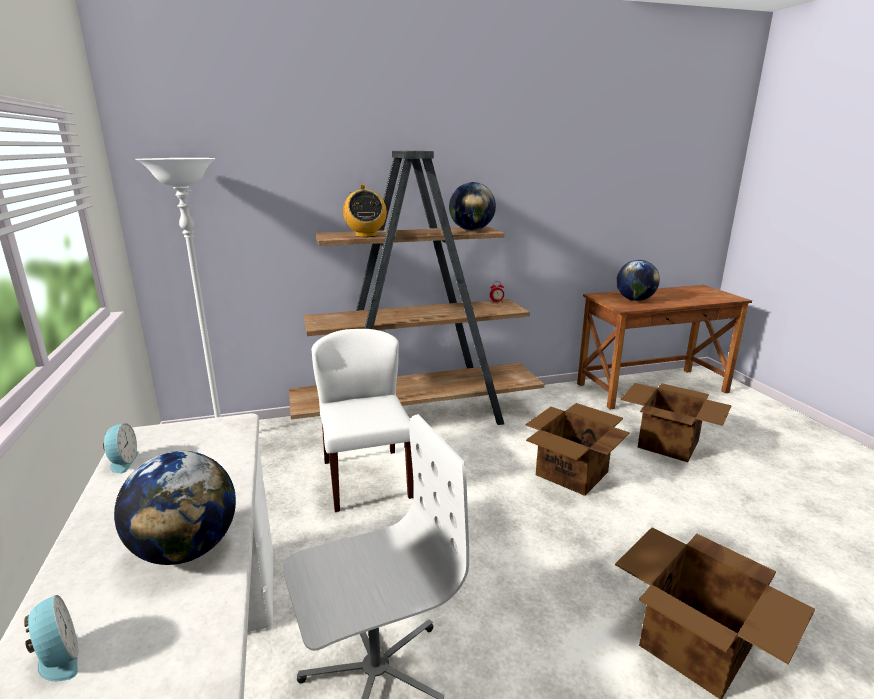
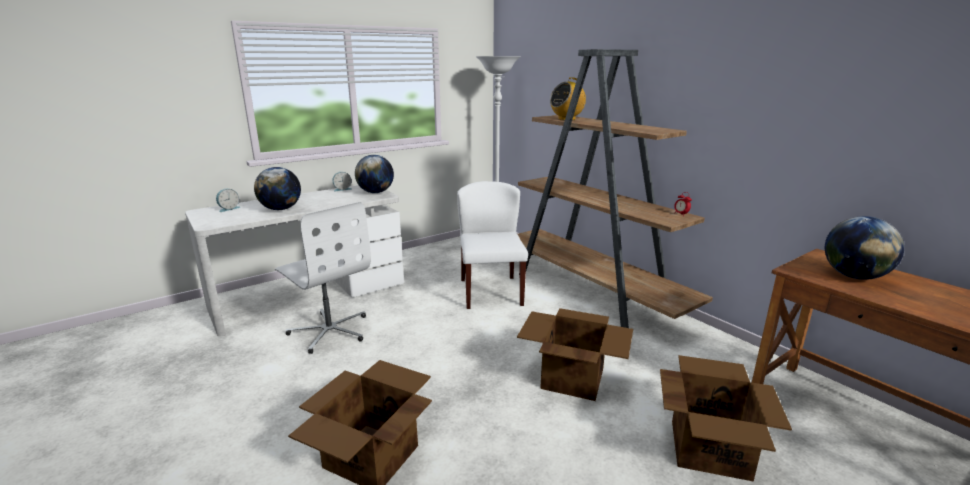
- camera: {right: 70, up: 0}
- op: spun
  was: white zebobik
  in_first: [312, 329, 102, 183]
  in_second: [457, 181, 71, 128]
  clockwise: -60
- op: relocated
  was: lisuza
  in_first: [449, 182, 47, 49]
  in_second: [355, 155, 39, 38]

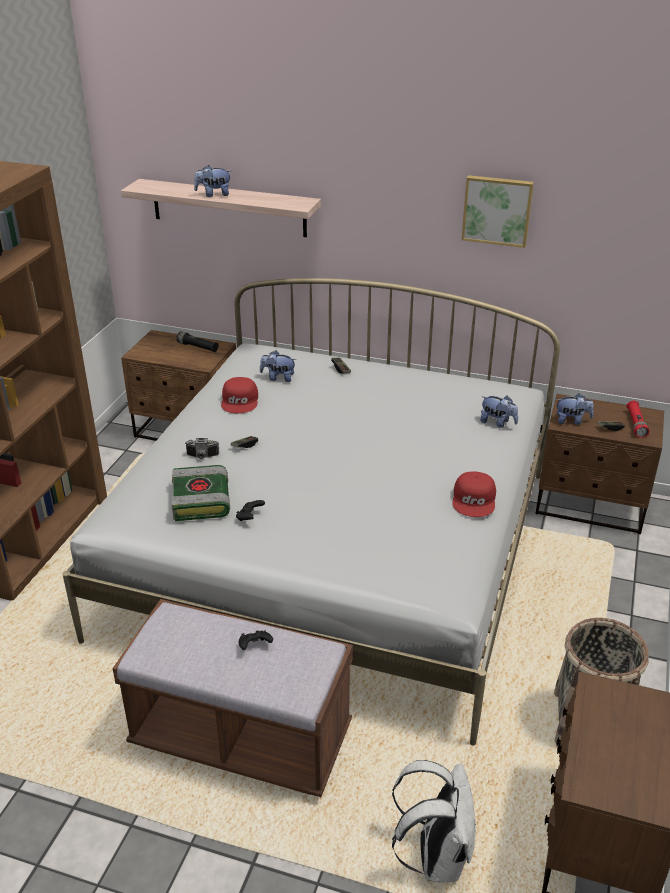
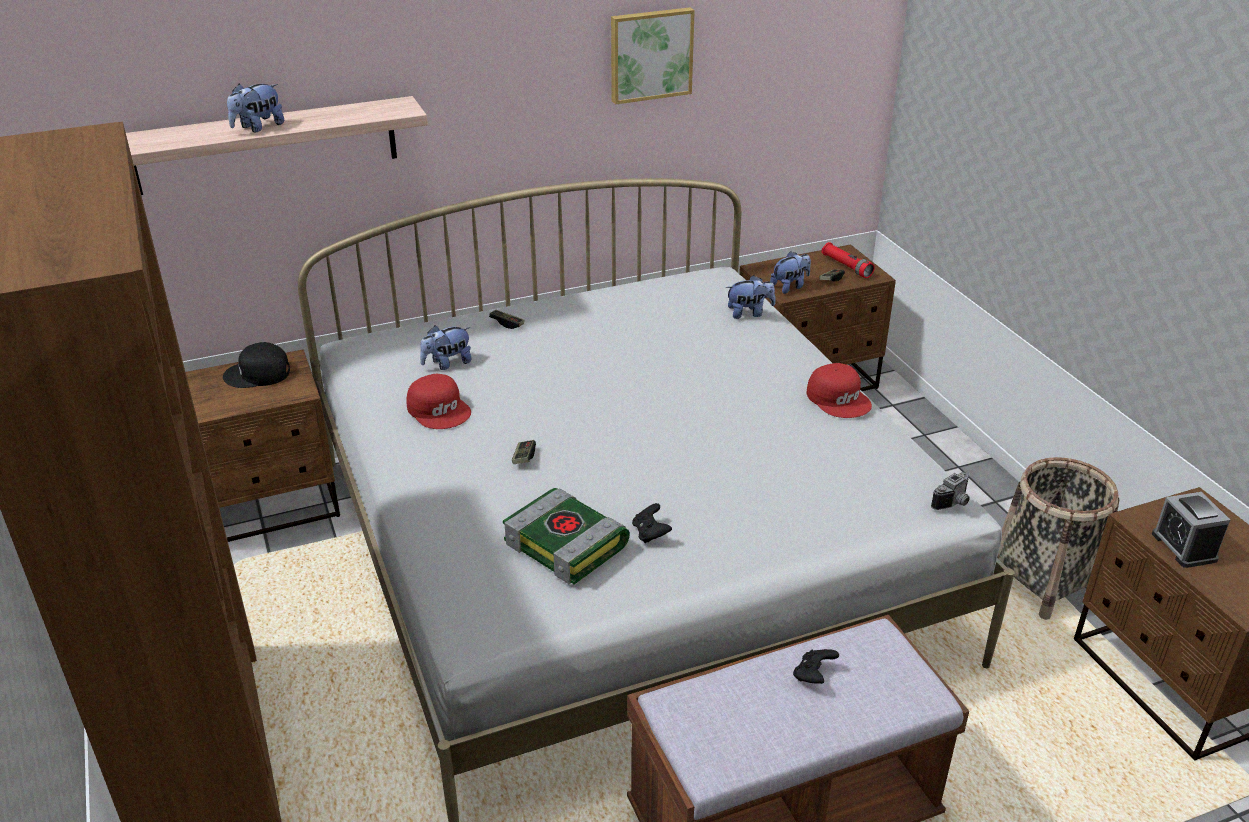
- camera: {right: -40, up: 0}
- op: exchanged
  was: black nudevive
  now: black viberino
  in_first: [176, 332, 43, 20]
  in_second: [223, 342, 67, 46]
- op: relocated
  was: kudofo
  in_first: [185, 438, 34, 21]
  in_second: [931, 472, 39, 38]
- op: missing
  was: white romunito
  in_first: [392, 760, 84, 122]
- op: appeared
  now: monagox
  in_second: [1152, 492, 78, 76]

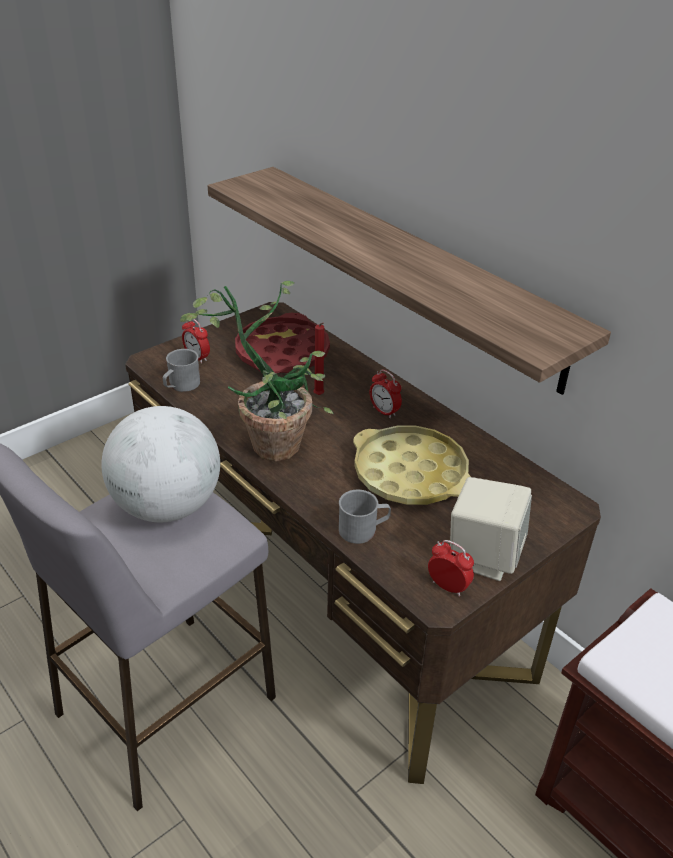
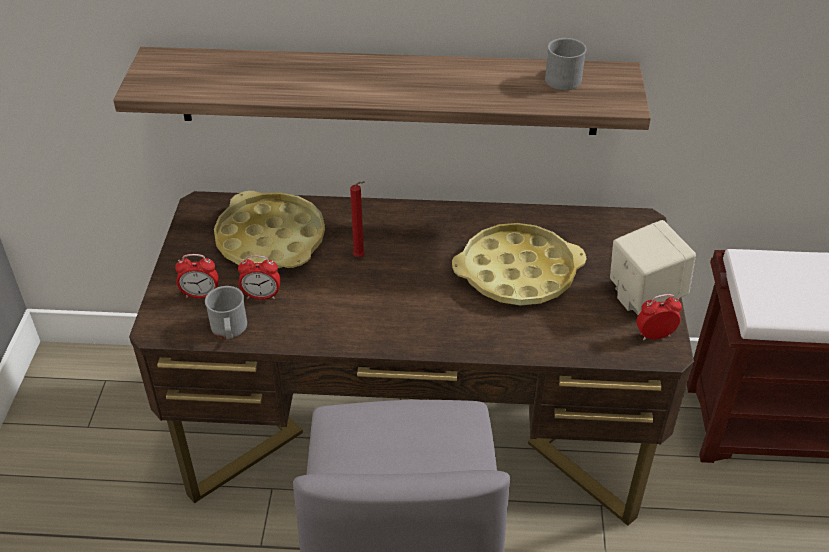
- camera: {right: -45, up: 5}
- op: missing
  was: lisuza
  in_first: [101, 406, 119, 116]
- op: missing
  was: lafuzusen
  in_first: [180, 281, 154, 180]
- op: colour
  was: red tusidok
  now: yellow tusidok
  in_first: [235, 313, 95, 60]
  in_second: [214, 191, 111, 77]
- op: relocated
  was: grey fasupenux
  in_first: [339, 490, 52, 54]
  in_second: [545, 38, 42, 52]
- op: relocated
  was: monagox
  in_first: [370, 369, 32, 49]
  in_second: [238, 255, 42, 45]

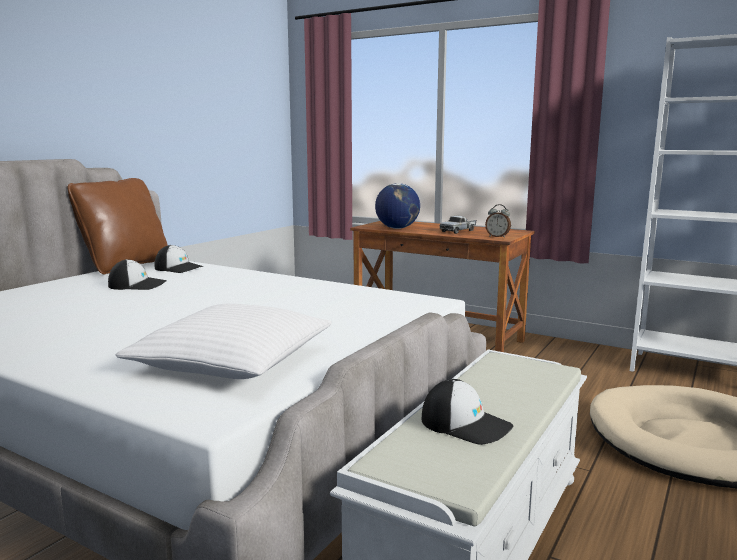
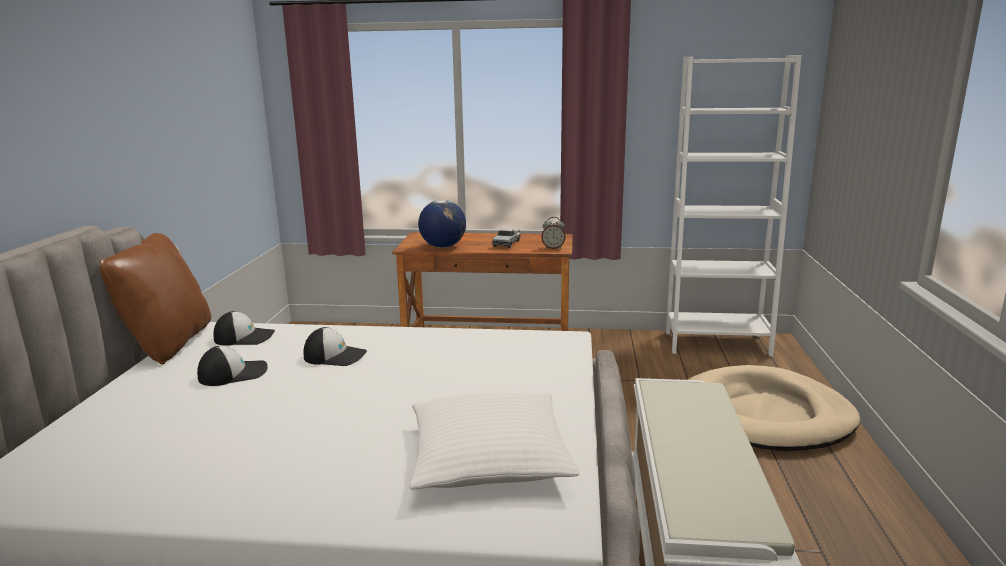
- camera: {right: -25, up: 5}
- op: relocated
  was: viberino
  in_first: [422, 379, 91, 66]
  in_second: [303, 327, 64, 39]

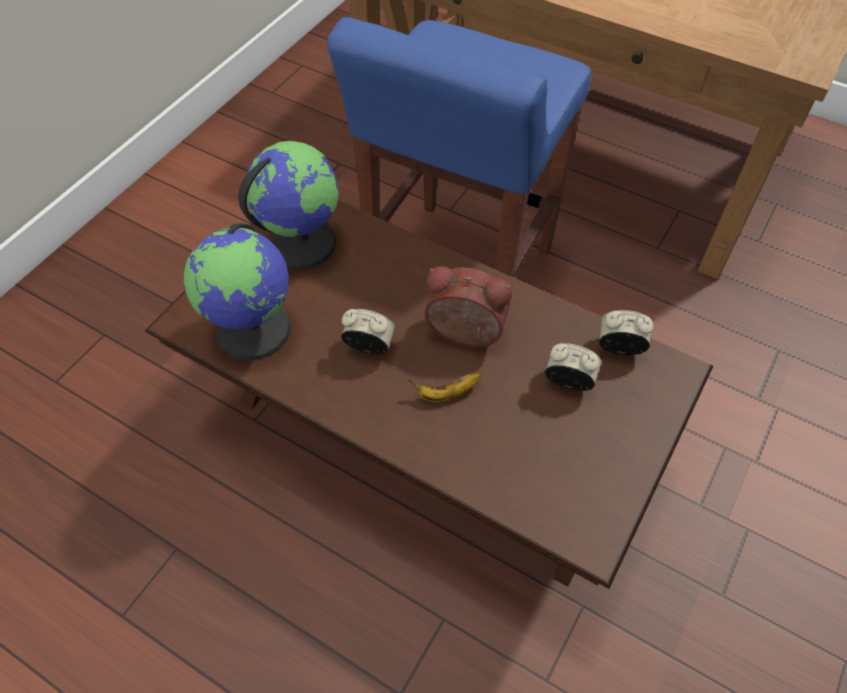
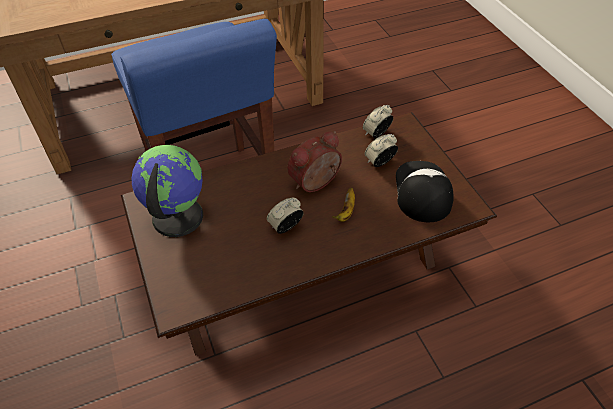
- camera: {right: -55, up: -5}
- op: missing
  was: lisuza
  in_first: [184, 223, 107, 138]
- op: appeared
  now: viberino
  in_second: [396, 161, 58, 62]

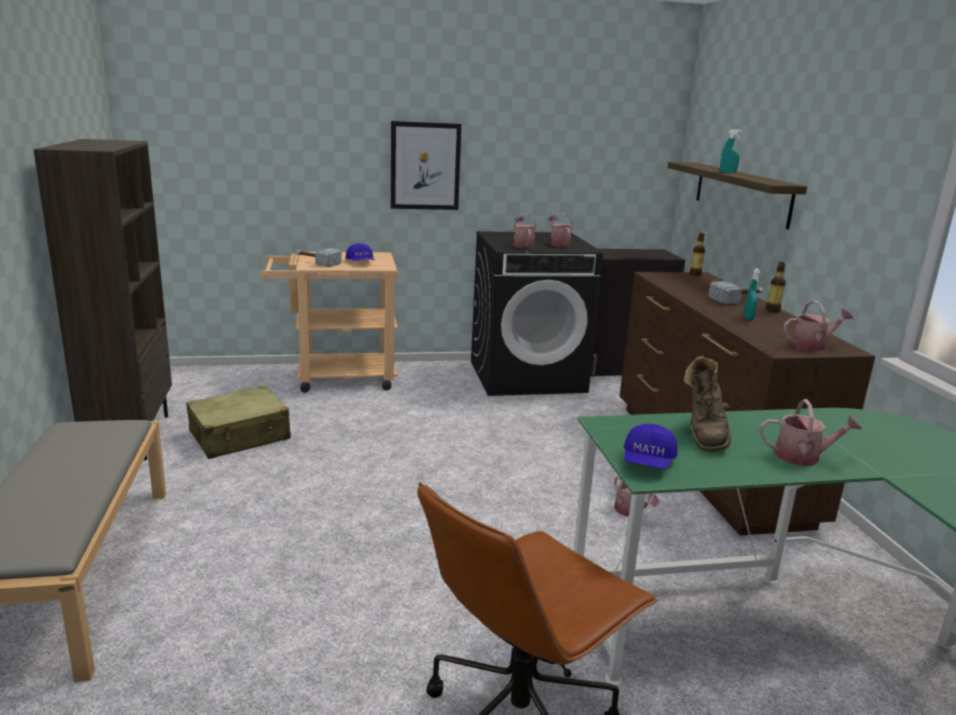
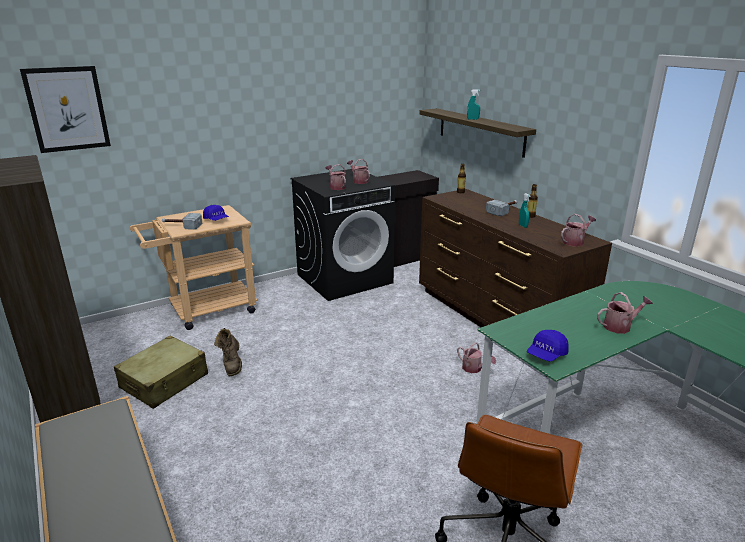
- camera: {right: -20, up: 5}
- op: relocated
  was: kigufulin
  in_first: [391, 121, 70, 89]
  in_second: [20, 66, 91, 87]
- op: spun
  was: blue viberino
  in_first: [624, 424, 54, 45]
  in_second: [527, 330, 42, 31]
  clockwise: 45
- op: relocated
  was: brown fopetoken
  in_first: [684, 356, 47, 96]
  in_second: [214, 328, 28, 48]

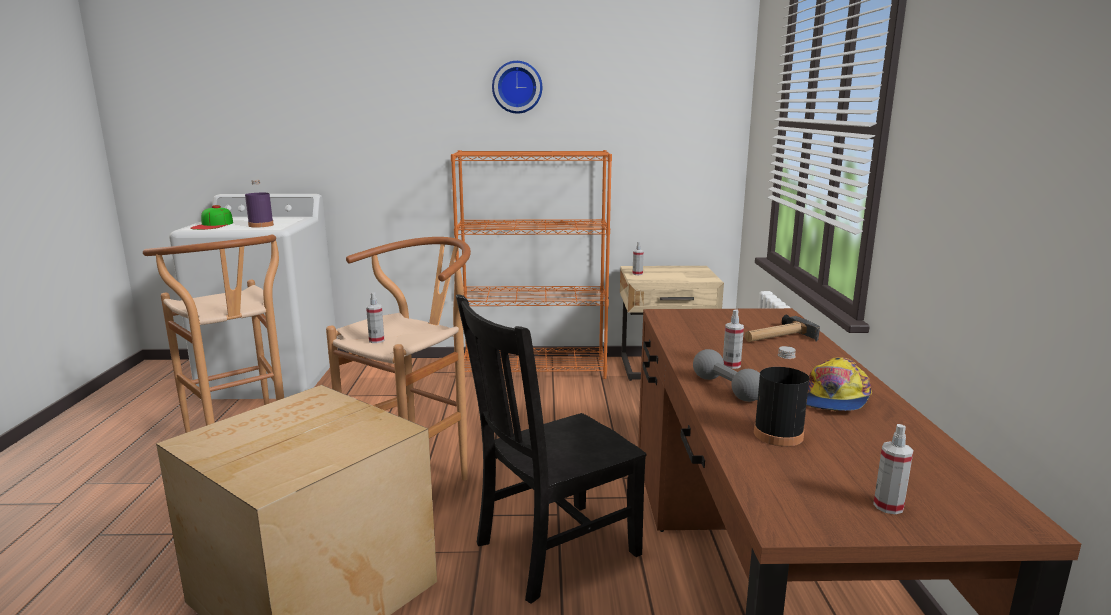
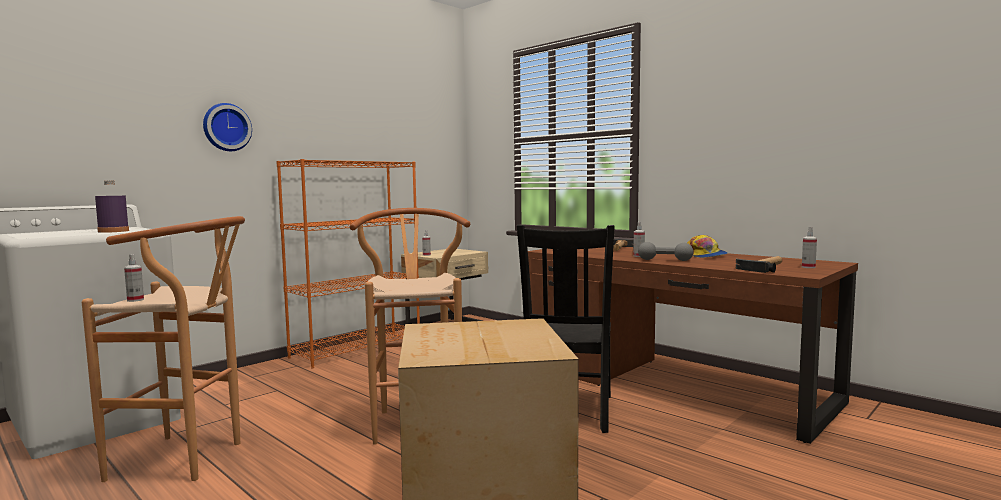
- camera: {right: -45, up: -10}
- op: missing
  was: viberino
  in_first: [190, 205, 43, 25]
- op: relocated
  was: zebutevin
  in_first: [366, 292, 18, 51]
  in_second: [124, 254, 20, 48]
- op: relocated
  was: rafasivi
  in_first: [492, 61, 50, 53]
  in_second: [203, 103, 49, 48]
- op: missing
  was: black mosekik
  in_first: [754, 346, 55, 100]
- op: appeared
  now: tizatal
  in_second: [736, 256, 46, 17]

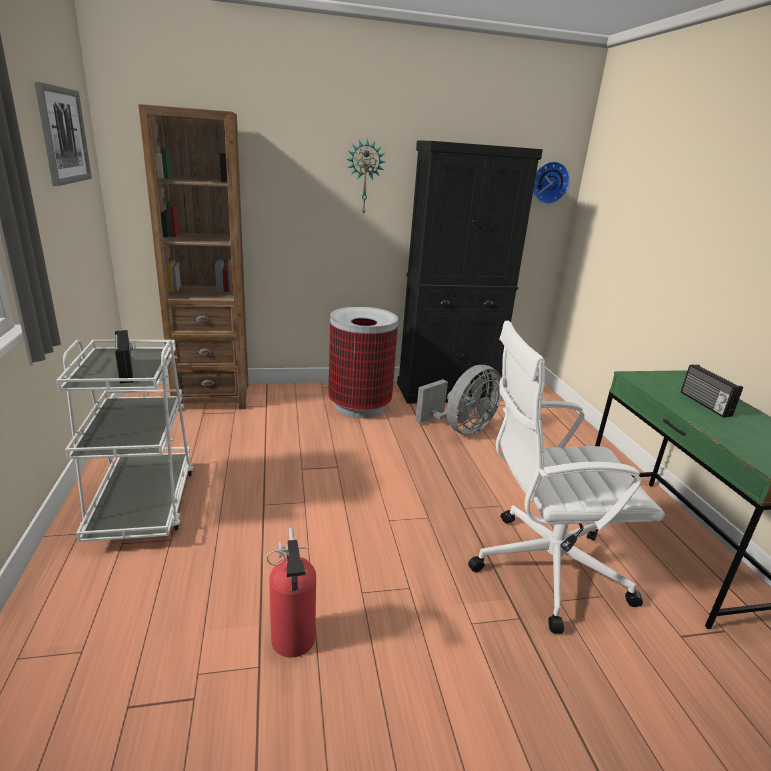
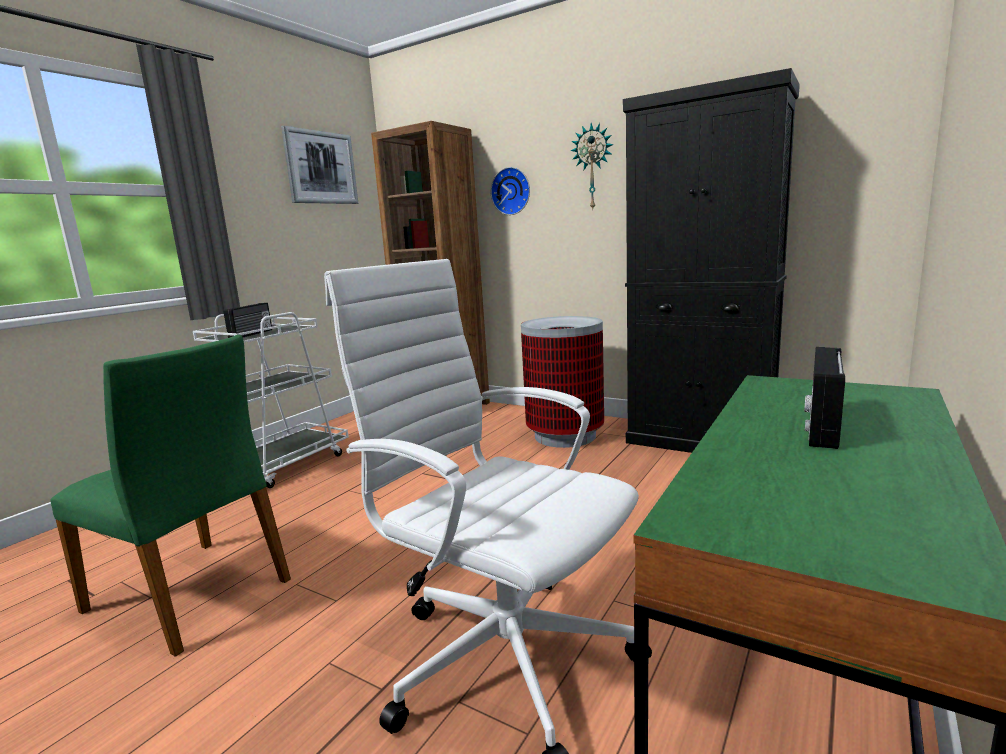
- camera: {right: 45, up: -10}
- op: exchanged
  was: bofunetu
  now: green zebobik
  in_first: [266, 528, 50, 129]
  in_second: [50, 335, 241, 322]
- op: missing
  was: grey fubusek
  in_first: [415, 365, 86, 70]
- op: relocated
  was: rafasivi
  in_first: [533, 161, 37, 43]
  in_second: [491, 167, 39, 48]

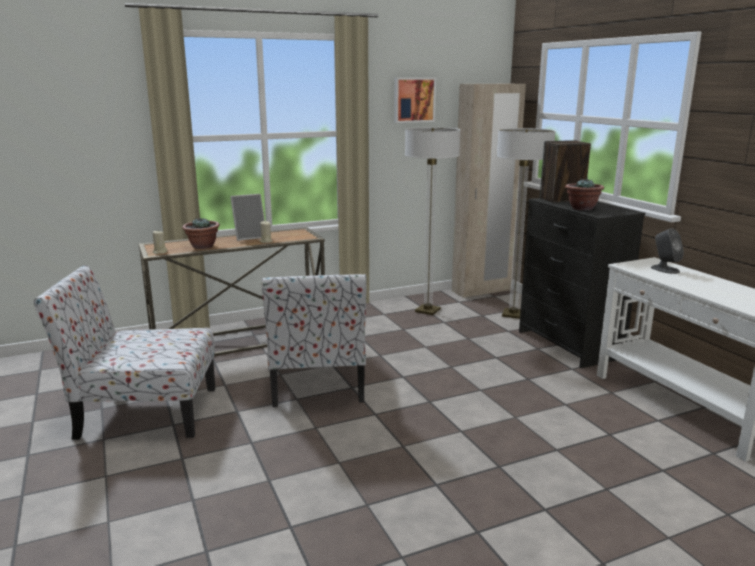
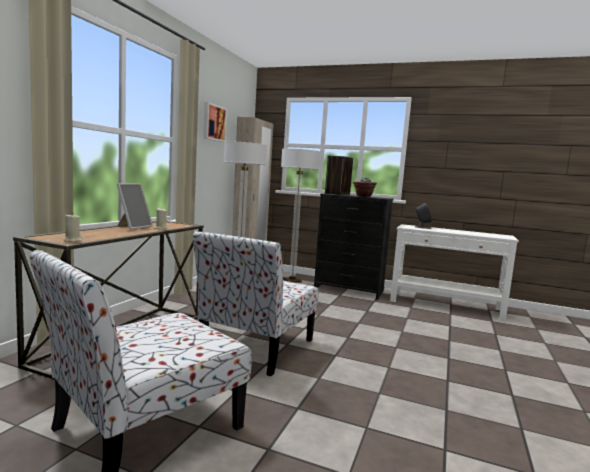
- camera: {right: -45, up: -10}
- op: missing
  was: lafuzusen
  in_first: [182, 218, 38, 31]
- op: spun
  was: zebobik
  in_first: [262, 274, 105, 133]
  in_second: [193, 231, 126, 145]
  clockwise: 75

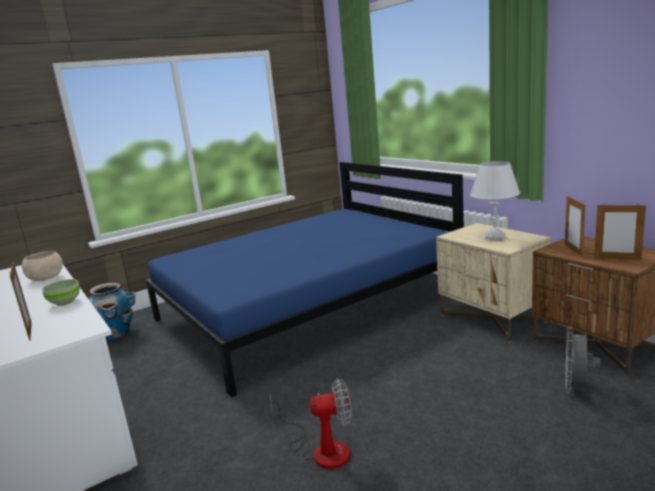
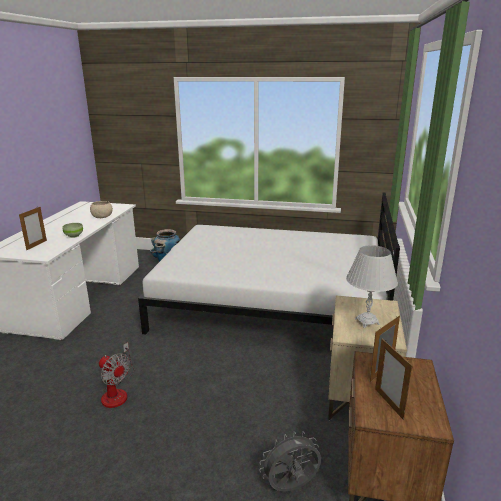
- camera: {right: 45, up: 5}
- op: colour
  was: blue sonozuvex
  now: white sonozuvex
  in_first: [145, 162, 319, 235]
  in_second: [138, 193, 262, 142]

